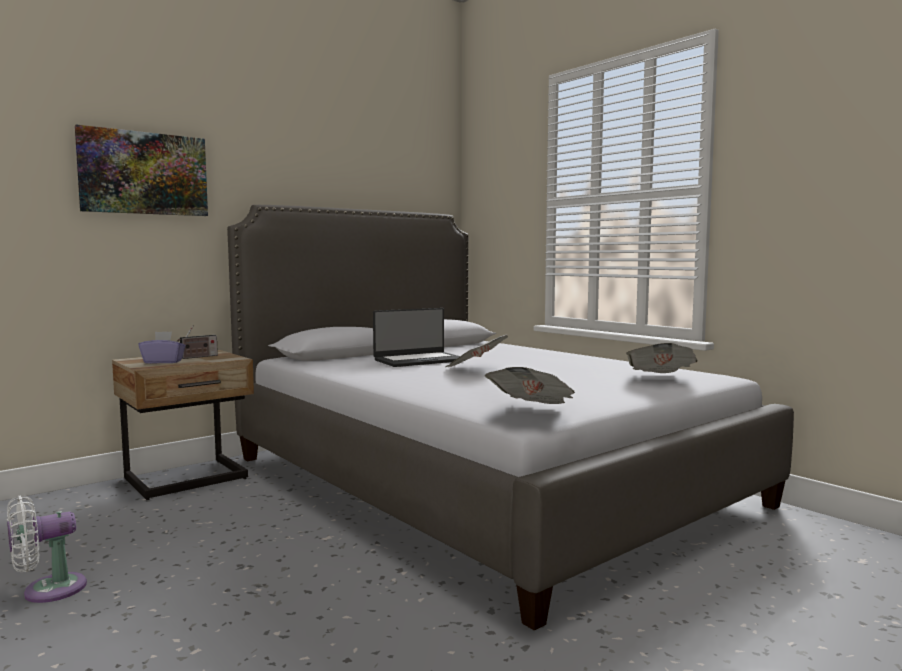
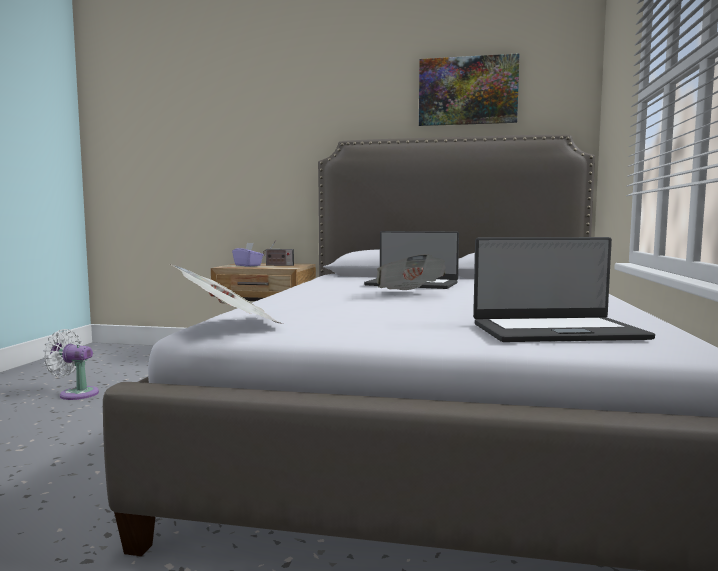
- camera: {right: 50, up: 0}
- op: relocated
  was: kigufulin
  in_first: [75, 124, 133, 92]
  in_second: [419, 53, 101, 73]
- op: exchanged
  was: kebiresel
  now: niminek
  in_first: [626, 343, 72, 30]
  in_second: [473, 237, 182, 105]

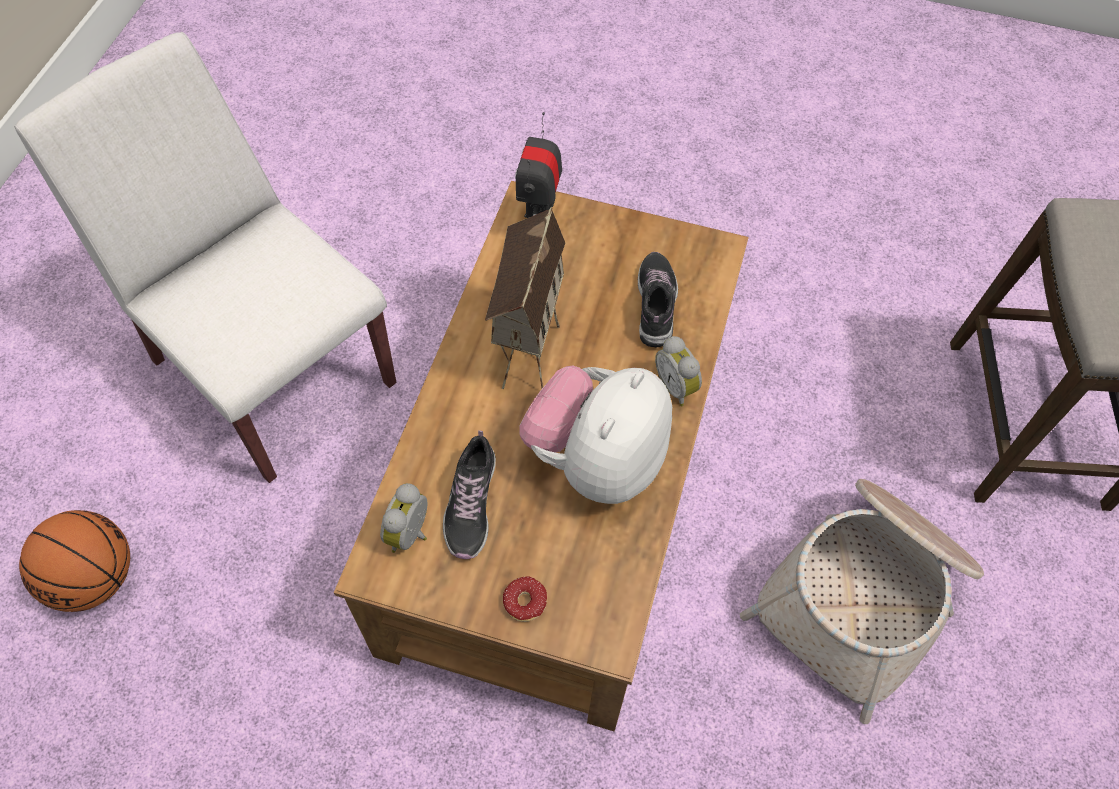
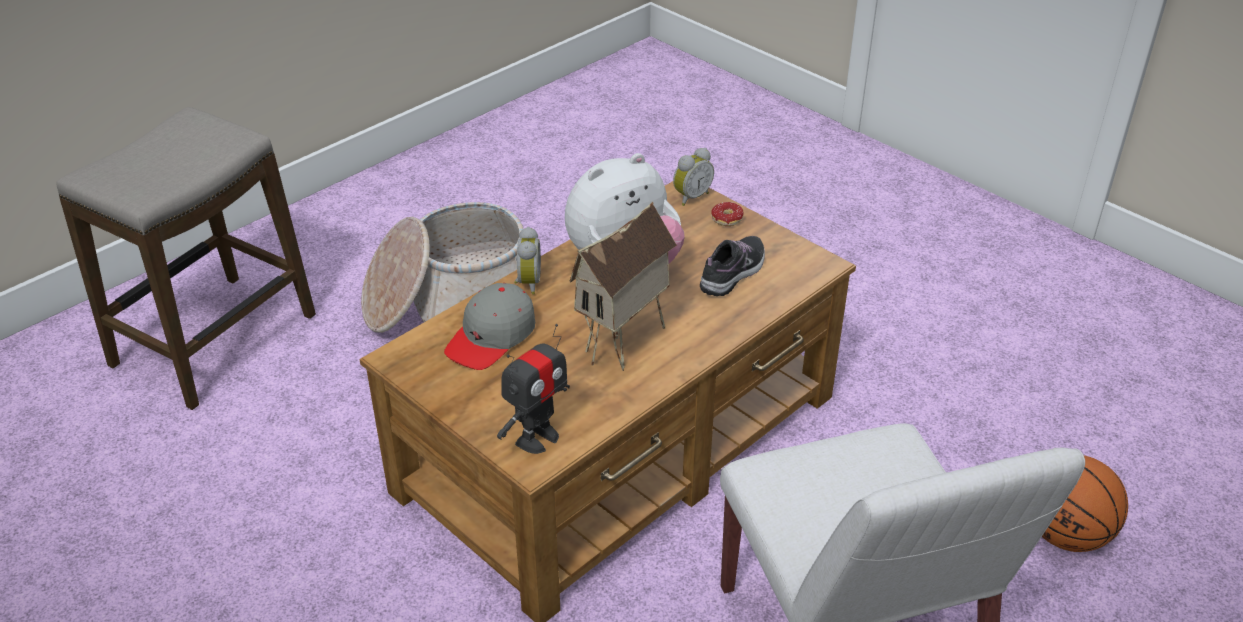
- camera: {right: -150, up: -20}
- op: relocated
  was: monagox
  in_first: [380, 483, 47, 70]
  in_second: [673, 148, 41, 58]
- op: exchanged
  was: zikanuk
  now: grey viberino
  in_first: [638, 252, 40, 96]
  in_second: [444, 283, 91, 87]

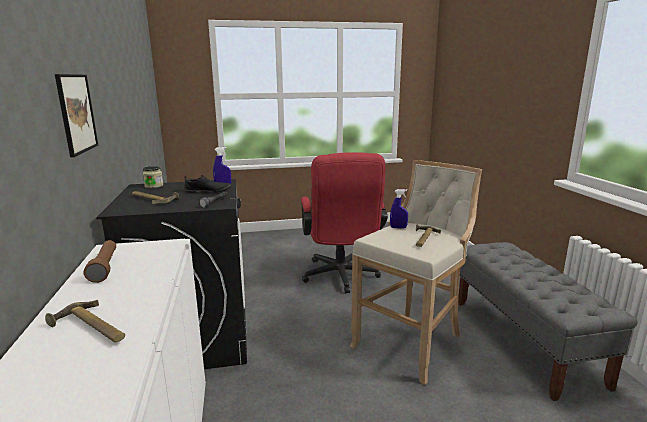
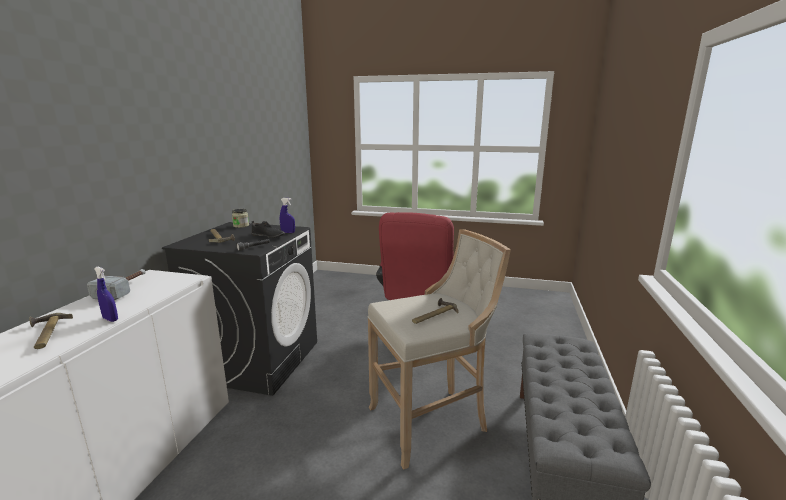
- camera: {right: 25, up: 0}
- op: missing
  was: kigufulin
  in_first: [55, 74, 43, 83]
- op: exchanged
  was: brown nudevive
  now: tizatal
  in_first: [84, 240, 32, 43]
  in_second: [87, 269, 59, 31]
- op: relocated
  was: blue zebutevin
  in_first: [390, 189, 18, 40]
  in_second: [95, 267, 23, 55]

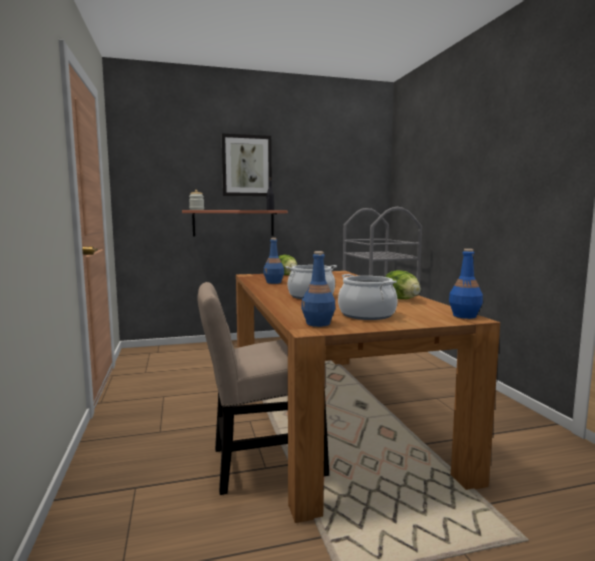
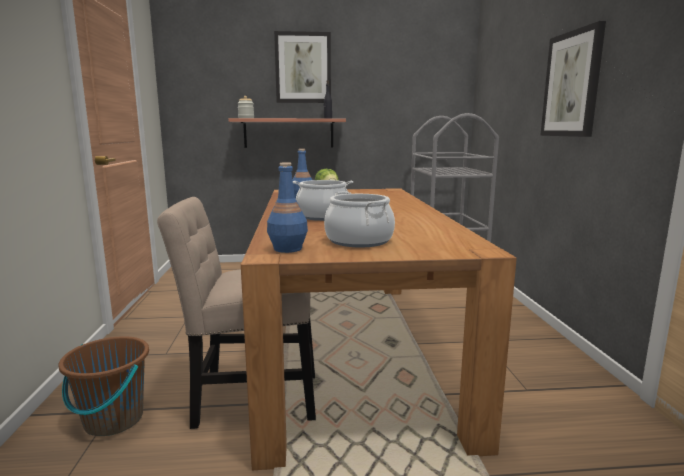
- camera: {right: 10, up: 5}
- op: missing
  was: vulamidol
  in_first: [385, 270, 36, 29]
- op: missing
  was: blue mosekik
  in_first: [449, 249, 34, 70]
- op: appeared
  now: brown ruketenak
  in_second: [58, 336, 91, 100]
- op: appeared
  now: kigufulin
  in_second: [540, 21, 66, 116]

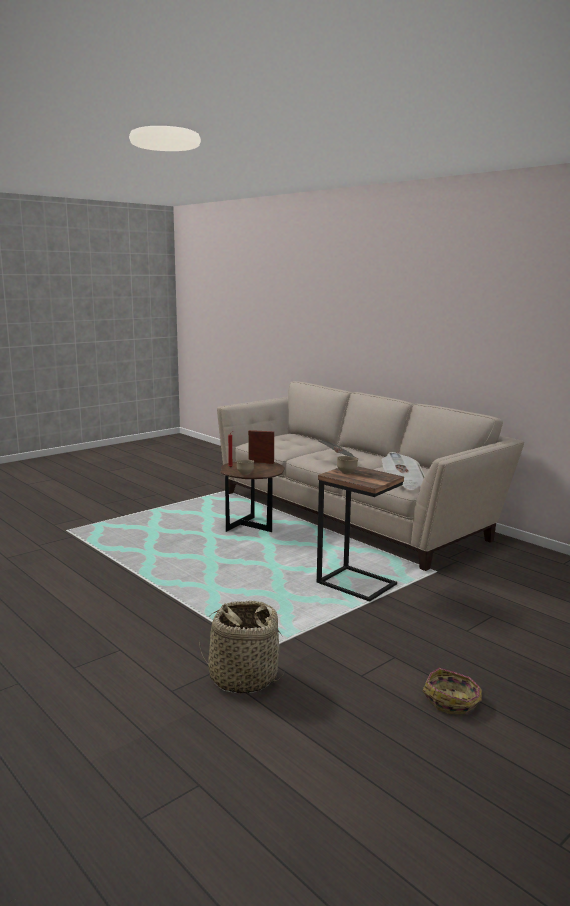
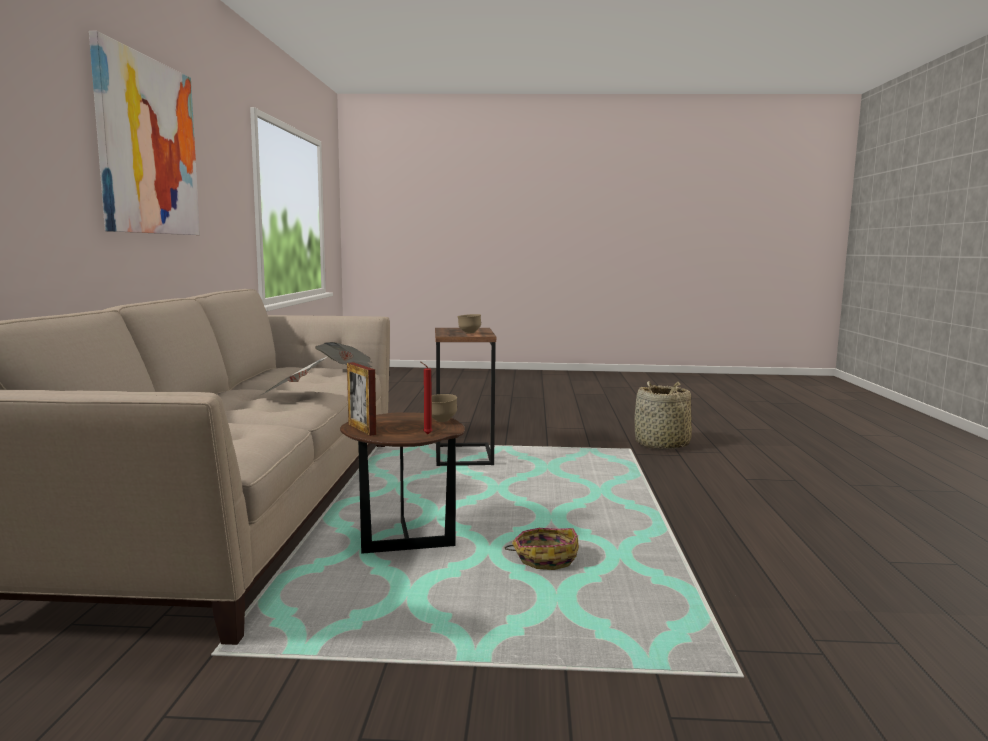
- camera: {right: -135, up: -5}
- op: relocated
  was: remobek
  in_first: [423, 668, 59, 46]
  in_second: [504, 528, 75, 42]
- op: appeared
  now: kigufulin
  in_second: [89, 31, 111, 204]

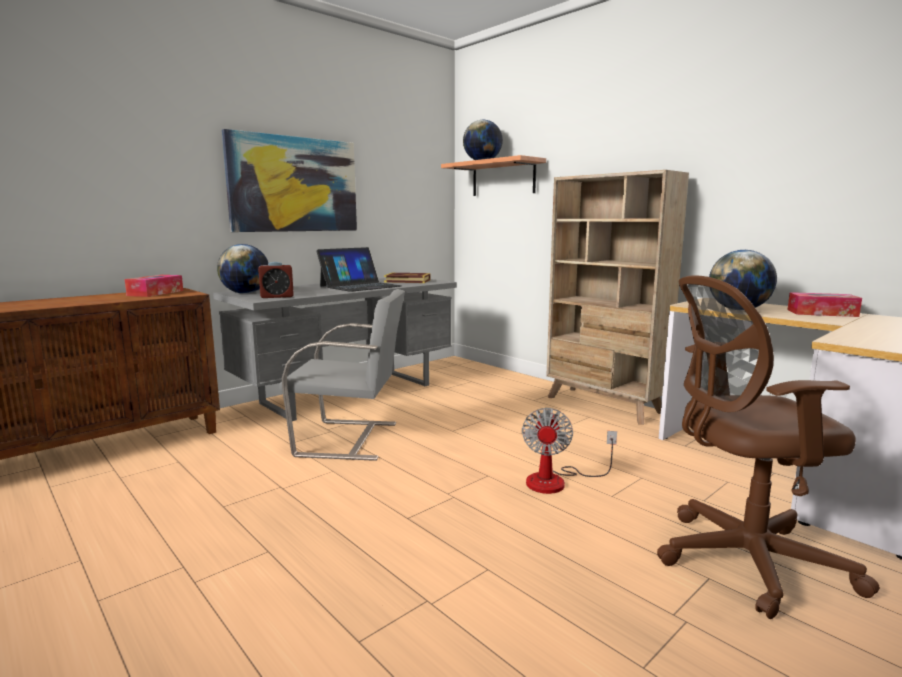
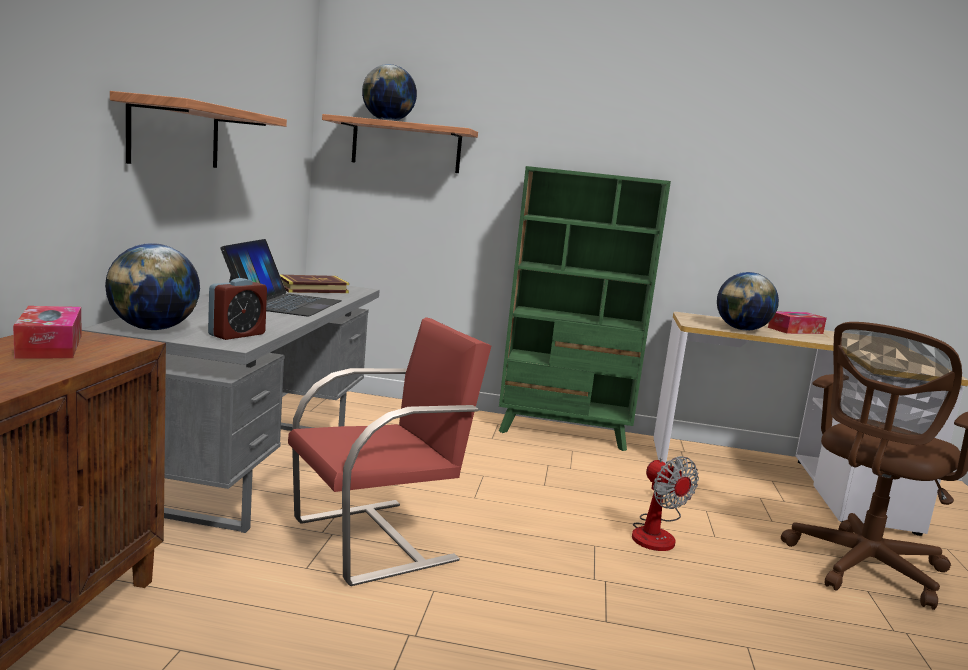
- camera: {right: -40, up: 0}
- op: exchanged
  was: kigufulin
  now: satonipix
  in_first: [222, 129, 135, 103]
  in_second: [110, 91, 177, 77]
- op: colour
  was: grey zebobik
  now: red zebobik
  in_first: [280, 289, 125, 172]
  in_second: [288, 317, 203, 269]
- op: colour
  was: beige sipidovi
  now: green sipidovi
  in_first: [546, 170, 143, 255]
  in_second: [499, 166, 172, 285]

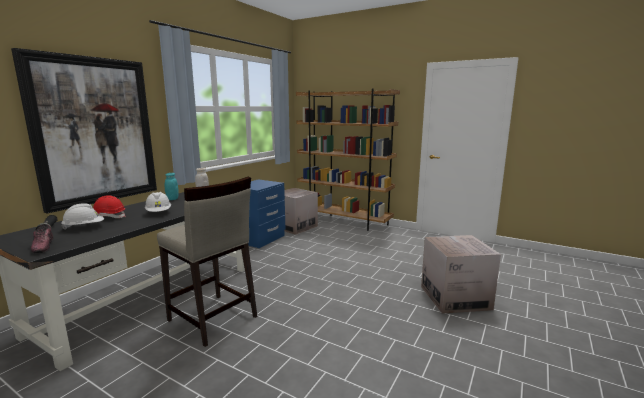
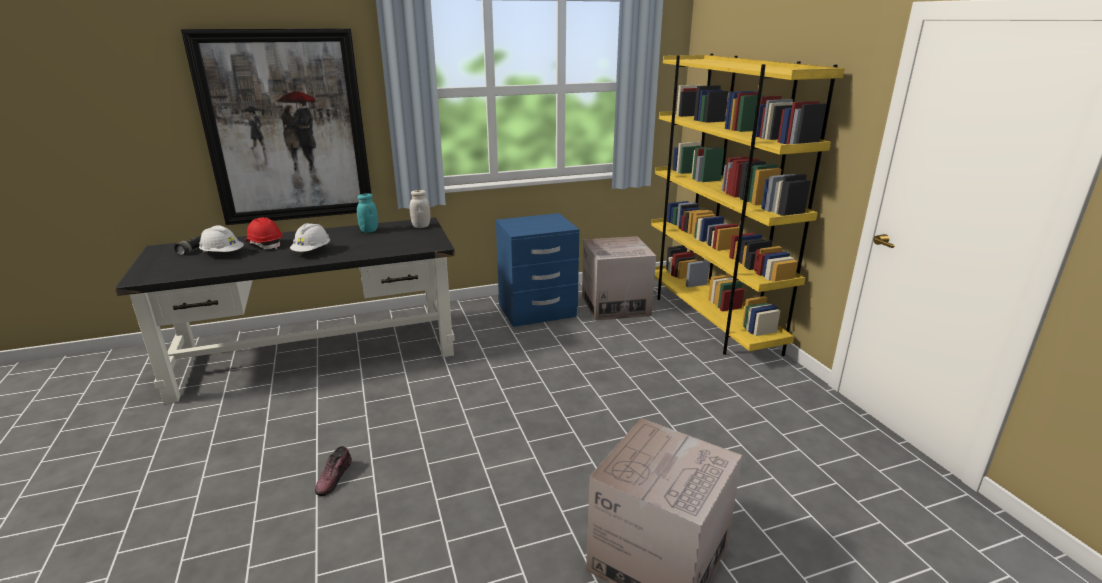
- camera: {right: 40, up: 10}
- op: relocated
  was: zikanuk
  in_first: [31, 224, 23, 29]
  in_second: [315, 446, 37, 50]
- op: missing
  was: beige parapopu
  in_first: [157, 177, 100, 170]
- op: colour
  was: brown sipidovi
  now: yellow sipidovi
  in_first: [296, 89, 104, 142]
  in_second: [651, 54, 194, 302]

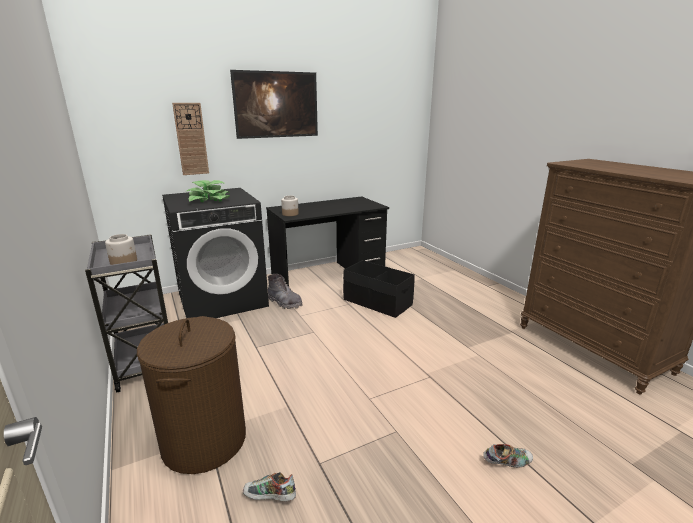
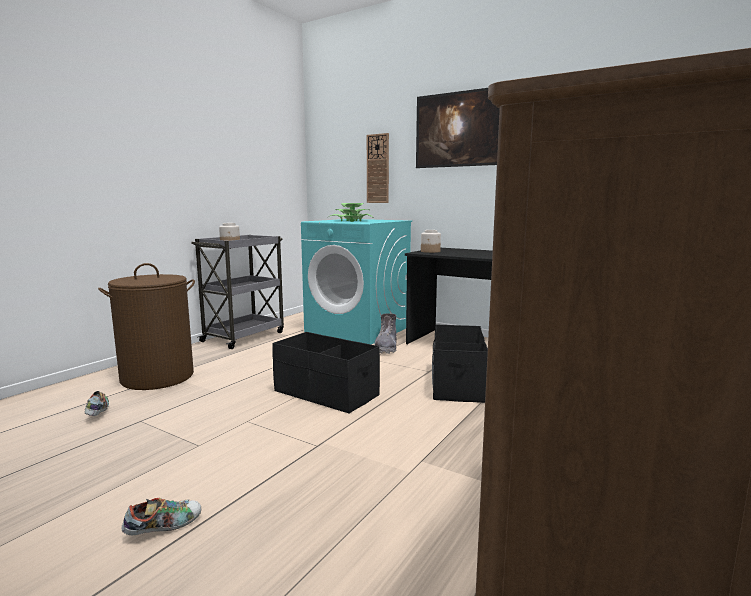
- camera: {right: 60, up: -10}
- op: colour
  was: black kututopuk
  now: turquoise kututopuk
  in_first: [162, 188, 107, 130]
  in_second: [301, 219, 111, 125]
- op: spun
  was: zikanuk
  in_first: [483, 444, 50, 24]
  in_second: [122, 498, 79, 38]
  clockwise: -90
- op: appeared
  now: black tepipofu
  in_second: [272, 332, 108, 82]

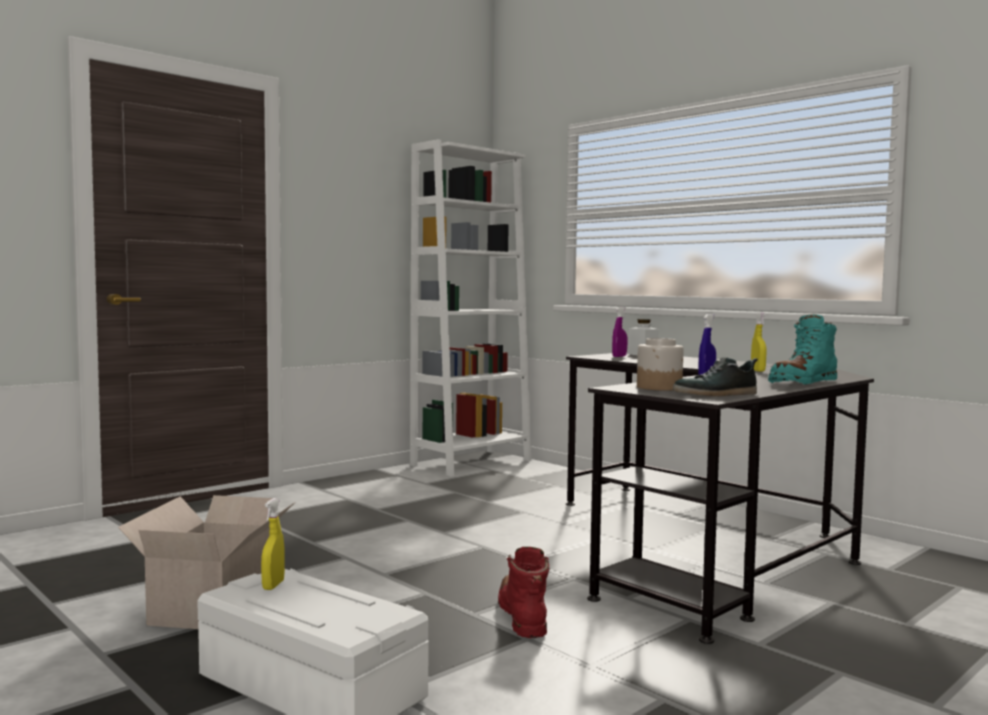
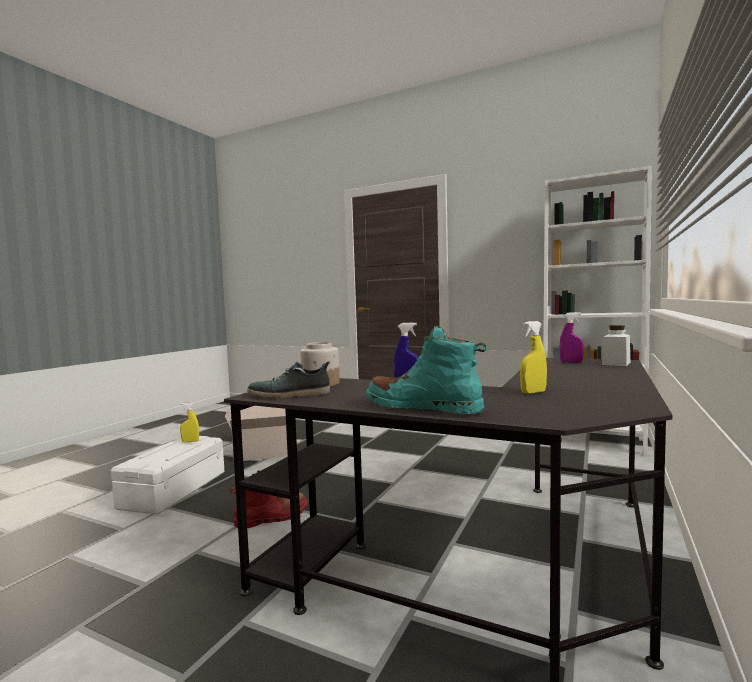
- camera: {right: 70, up: 0}
- op: spun
  was: zikanuk
  in_first: [673, 357, 85, 40]
  in_second: [247, 361, 83, 37]
  clockwise: -60

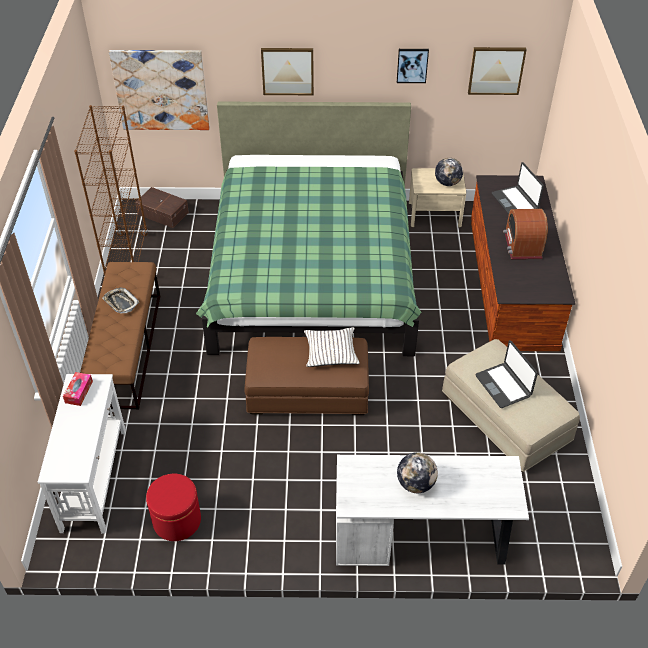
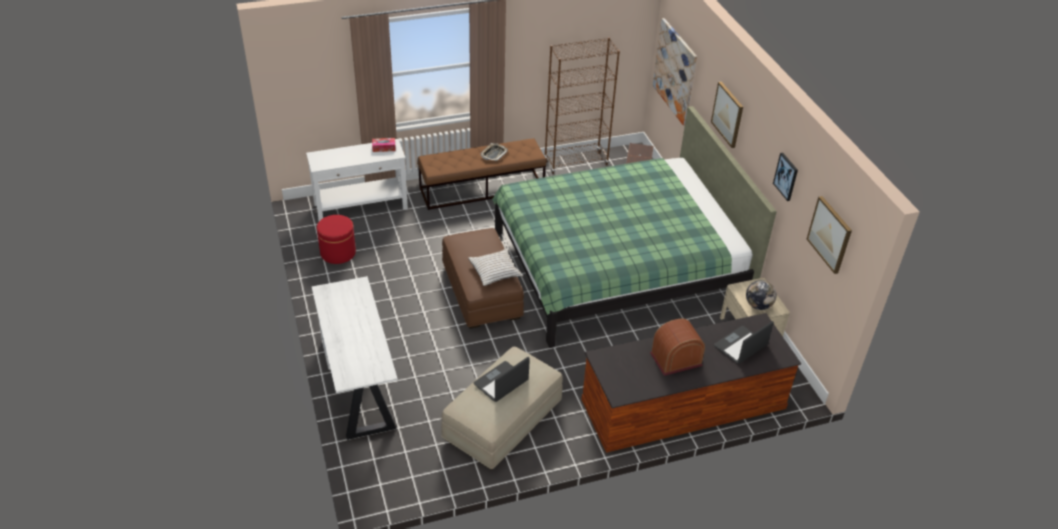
- camera: {right: 70, up: -5}
- op: missing
  was: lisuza
  in_first: [397, 452, 41, 41]

